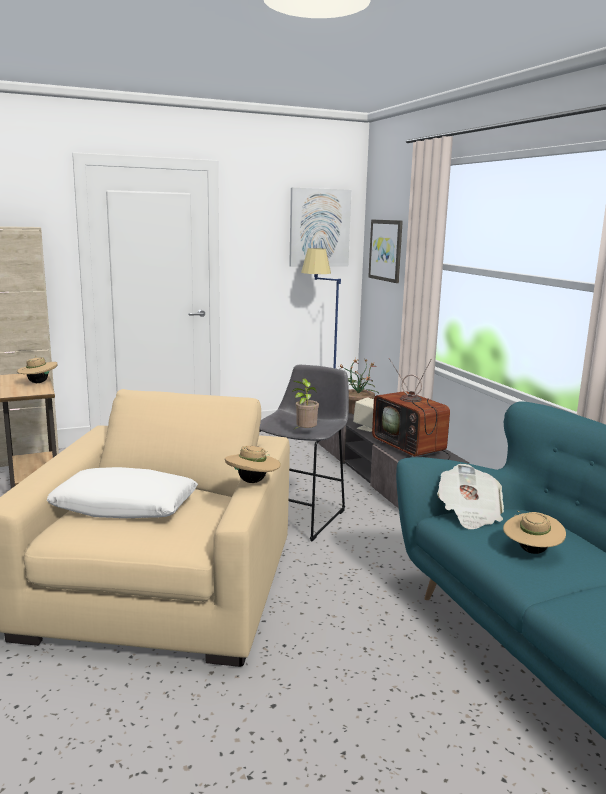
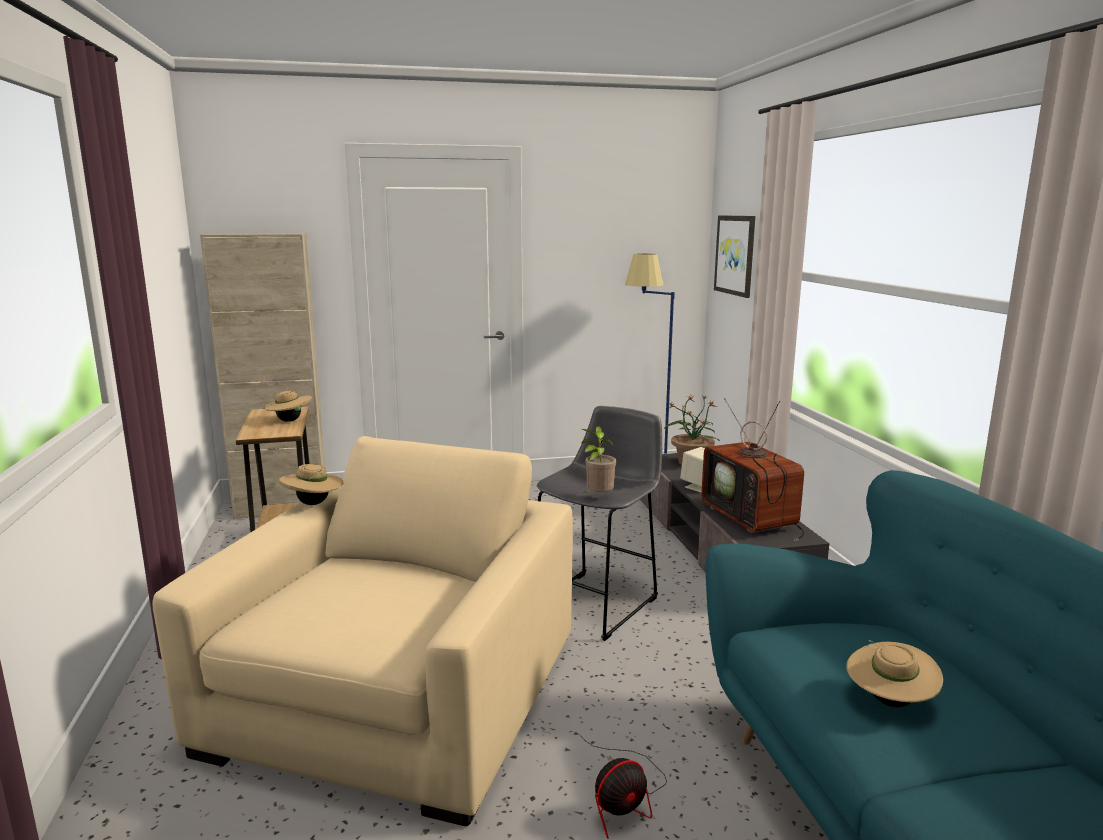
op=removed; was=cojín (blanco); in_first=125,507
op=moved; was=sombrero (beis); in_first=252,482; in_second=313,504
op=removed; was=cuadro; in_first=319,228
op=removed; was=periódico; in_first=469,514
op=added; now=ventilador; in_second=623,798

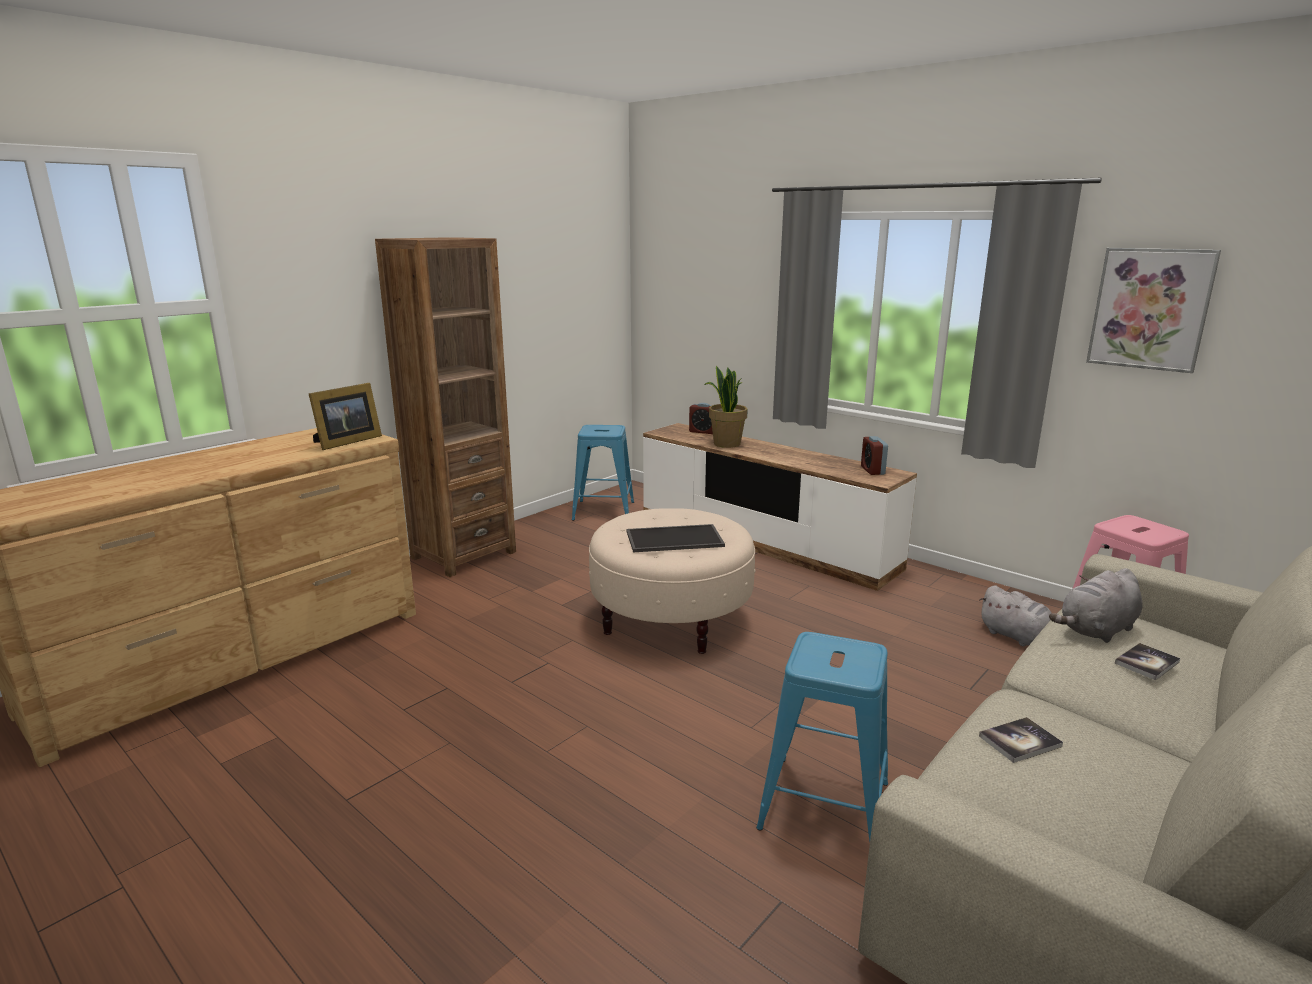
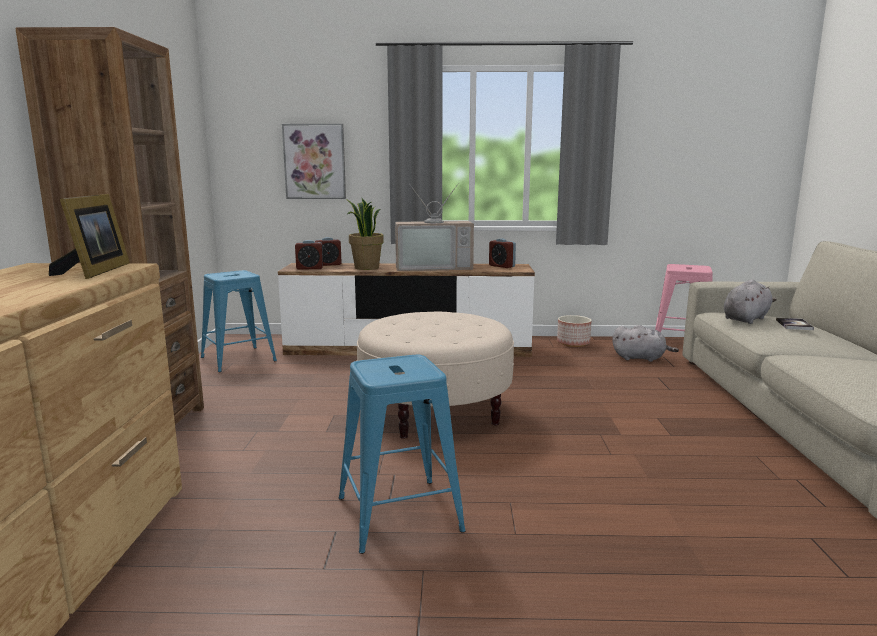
op=removed; was=bandeja; in_first=673,539
op=moved; was=taburete (azul); in_first=824,805; in_second=398,514
op=removed; was=libro; in_first=1020,741
op=turned; was=peluche (gris); in_first=1096,630; in_second=746,319; clockwise=-150
op=moved; was=cuadro; in_first=1150,309; in_second=314,161
op=added; now=despertador; in_second=309,268
op=added; now=televisor; in_second=434,267
op=added; now=maceta; in_second=573,343

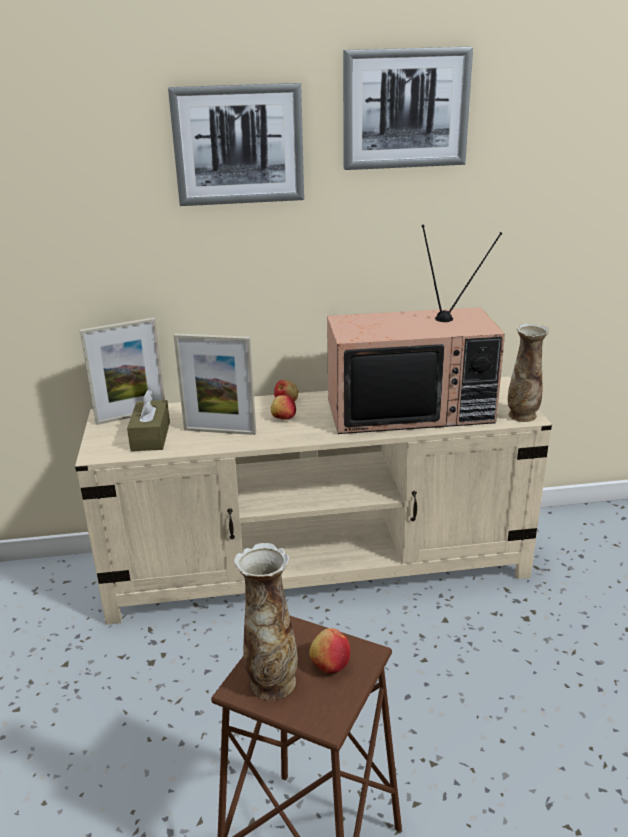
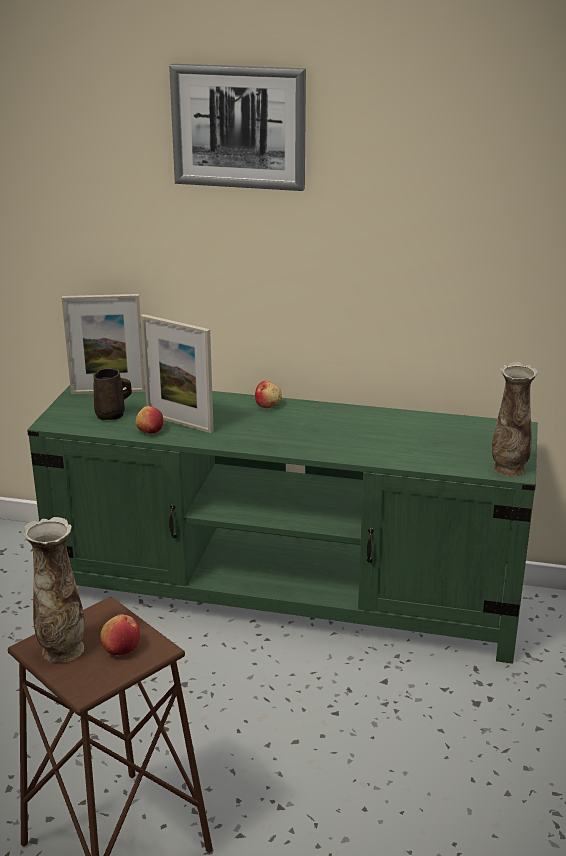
op=recoloured; was=mueble de televisión (beis); now=mueble de televisión (verde); in_first=319,566; in_second=285,594
op=replaced; was=caja de pañuelos (marrón); now=taza grande (marrón); in_first=150,436; in_second=112,415
op=moved; was=manzana; in_first=283,418; in_second=150,431
op=removed; was=televisor; in_first=410,409
op=removed; was=cuadro; in_first=405,109

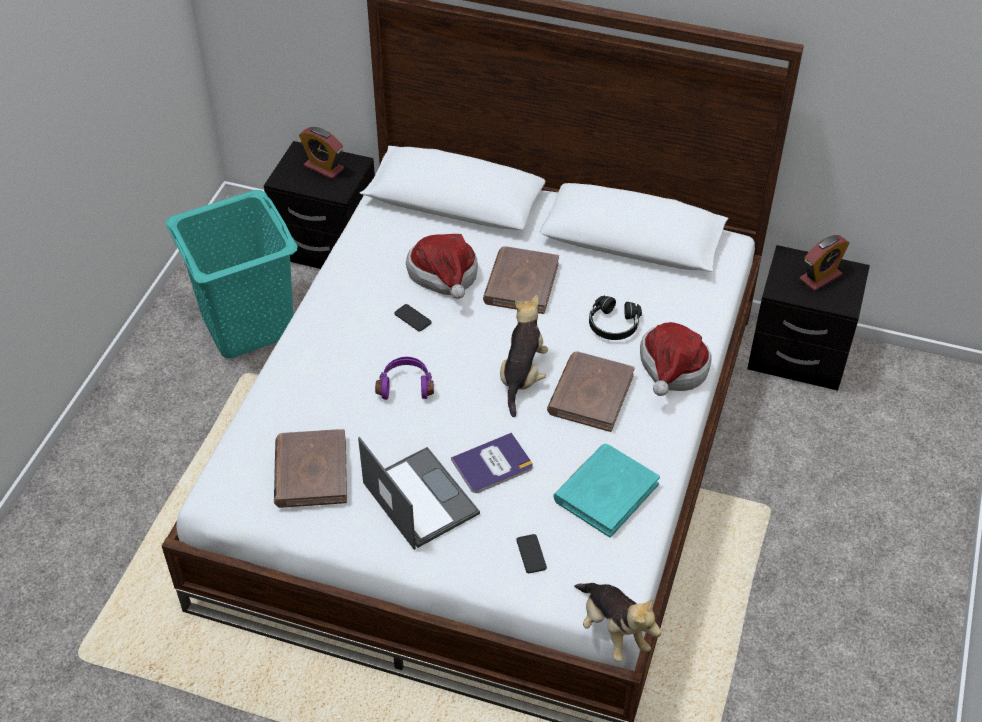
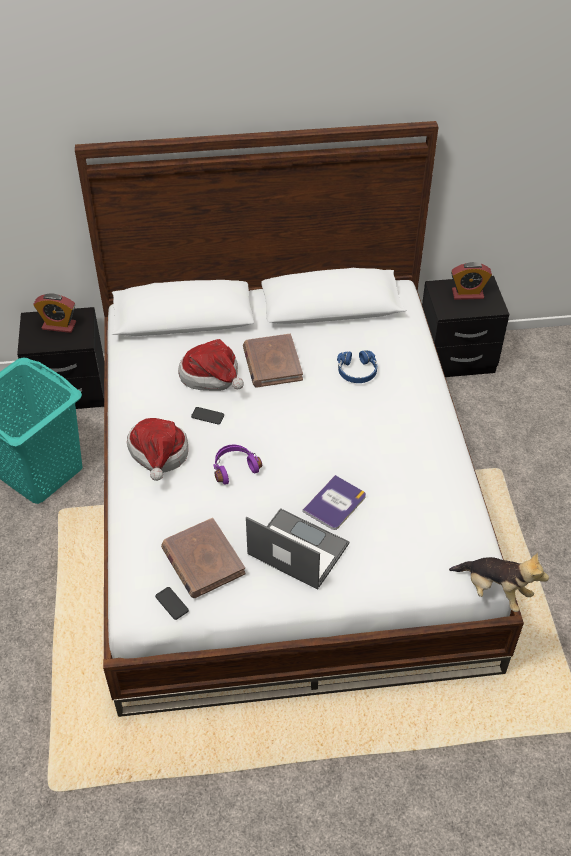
op=removed; was=peluche; in_first=522,376
op=moved; was=móvil; in_first=531,554; in_second=171,603
op=removed; was=libro (marrón); in_first=590,394
op=removed; was=libro (turquesa); in_first=605,492
op=recoloured; was=auriculares (negro); now=auriculares (azul); in_first=613,324; in_second=357,371
op=moved; was=sombrero; in_first=672,370; in_second=159,456
op=turned; was=despertador; in_first=820,277; in_second=467,294; clockwise=60

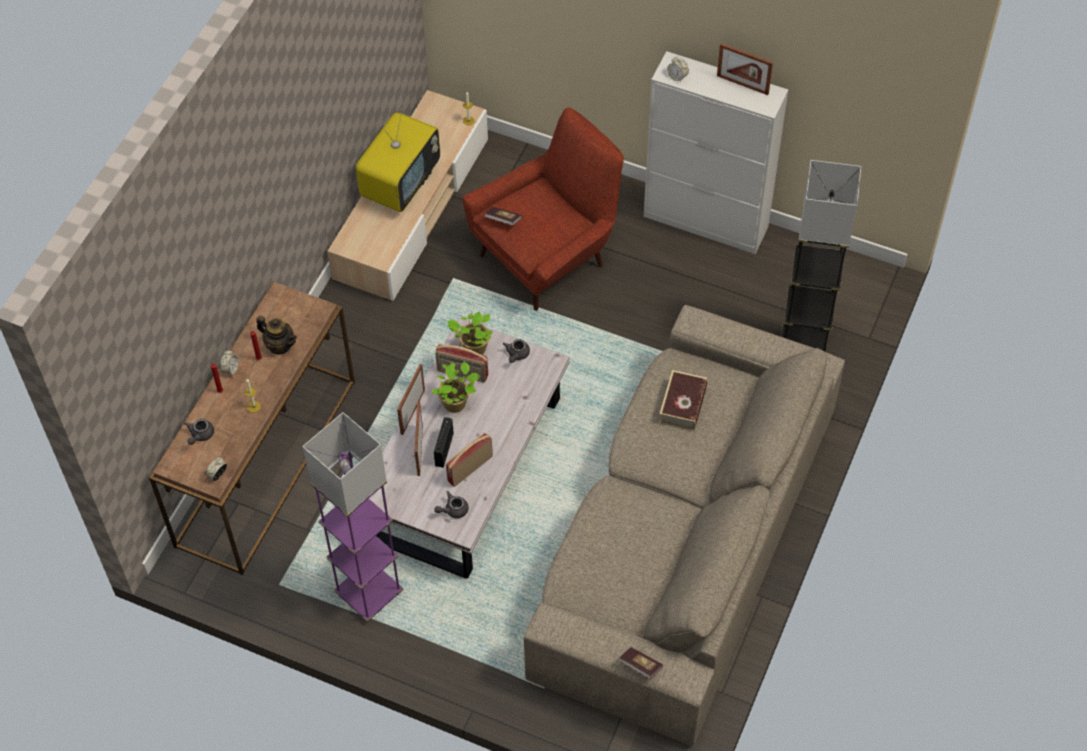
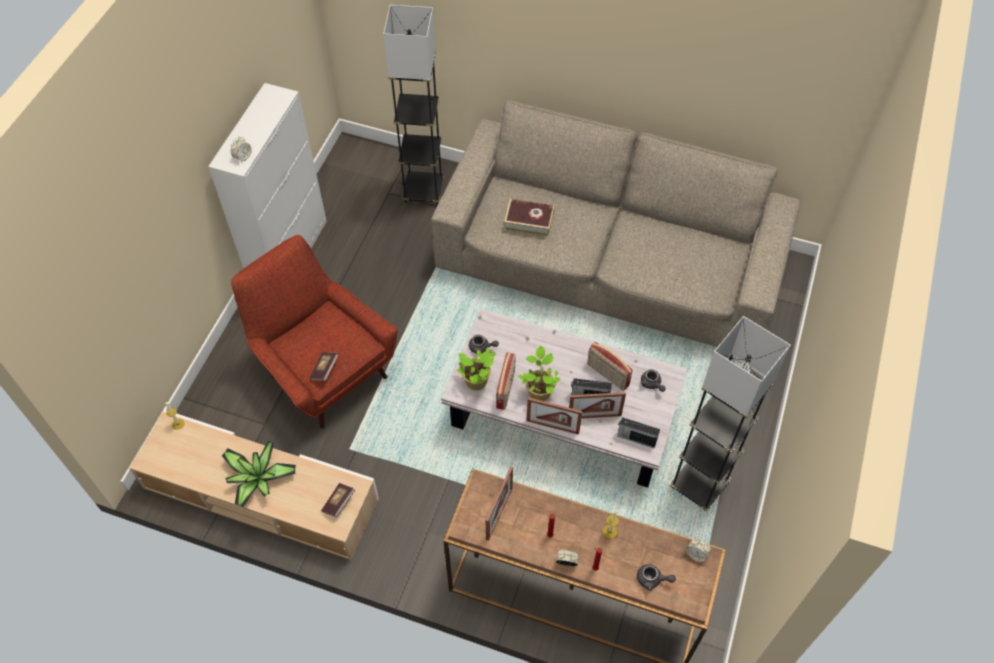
op=removed; was=tetera; in_first=280,345
op=recoloured; was=lámpara de pie (morado); now=lámpara de pie (gris); in_first=369,593; in_second=699,485
op=replaced; was=televisor; now=planta en maceta; in_first=400,183; in_second=258,480
op=moved; was=libro; in_first=640,666; in_second=338,503
op=moved; was=portarretratos; in_first=742,84; in_second=499,513
op=added; now=radio; in_second=636,438

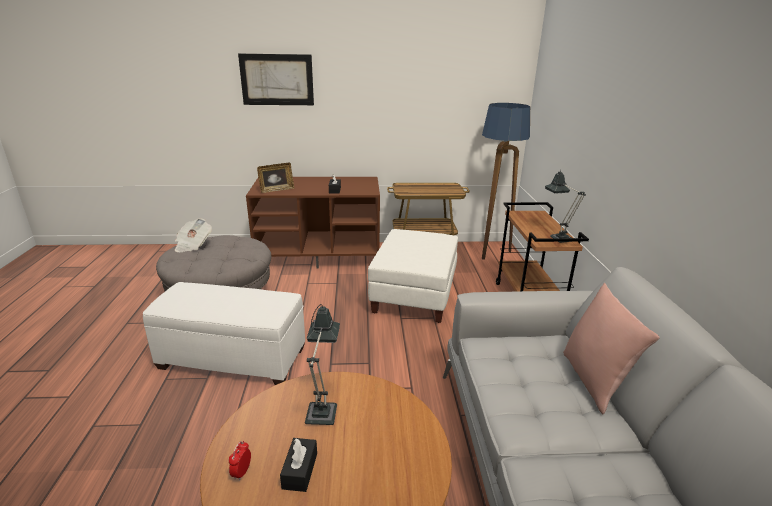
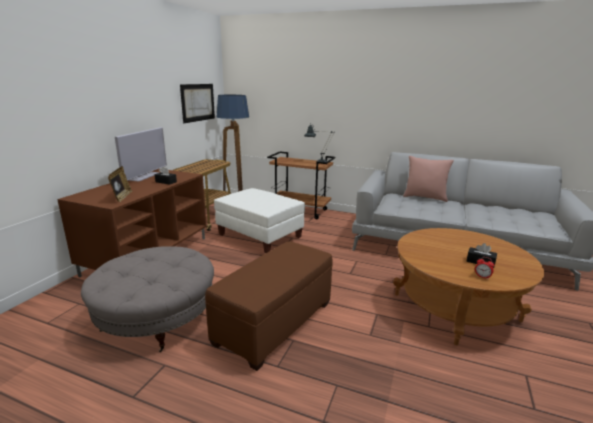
op=recoloured; was=puf (blanco); now=puf (marrón); in_first=234,358; in_second=274,322
op=removed; was=periódico; in_first=193,245
op=moved; was=cuadro; in_first=277,80; in_second=198,102
op=removed; was=lámpara de mesa; in_first=322,408
op=added; now=televisor; in_second=144,176

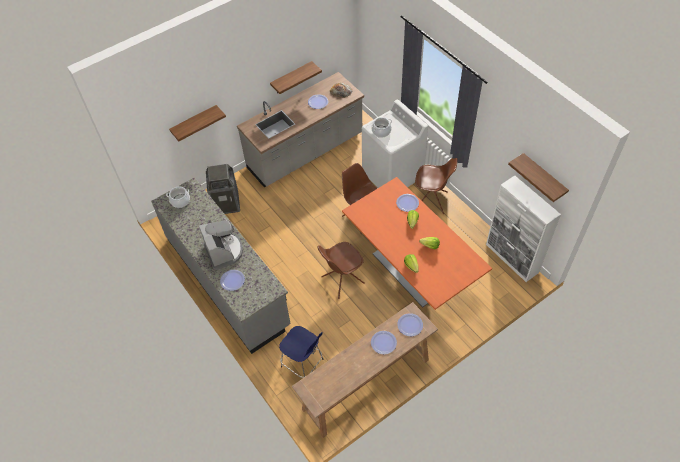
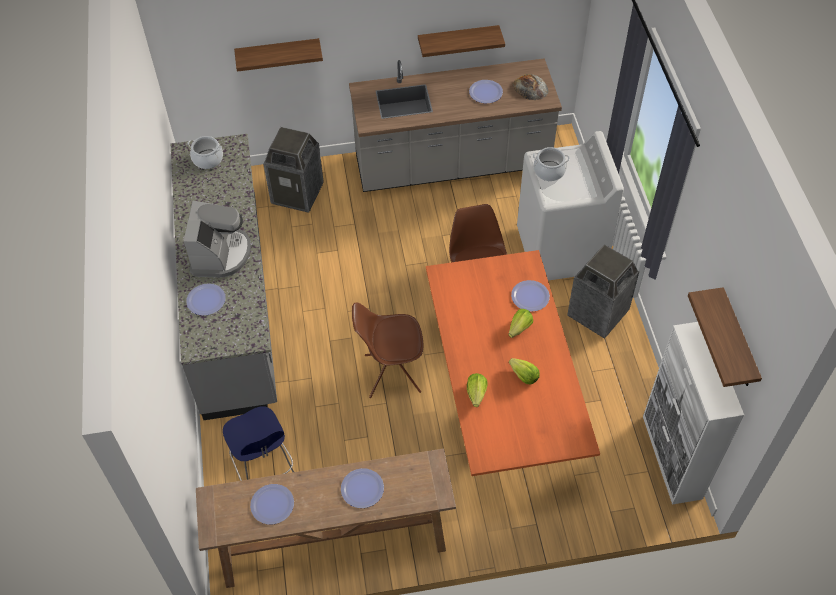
op=moved; was=plato; in_first=410,325; in_second=272,504
op=replaced; was=silla (marrón); now=papelera; in_first=432,201; in_second=598,314

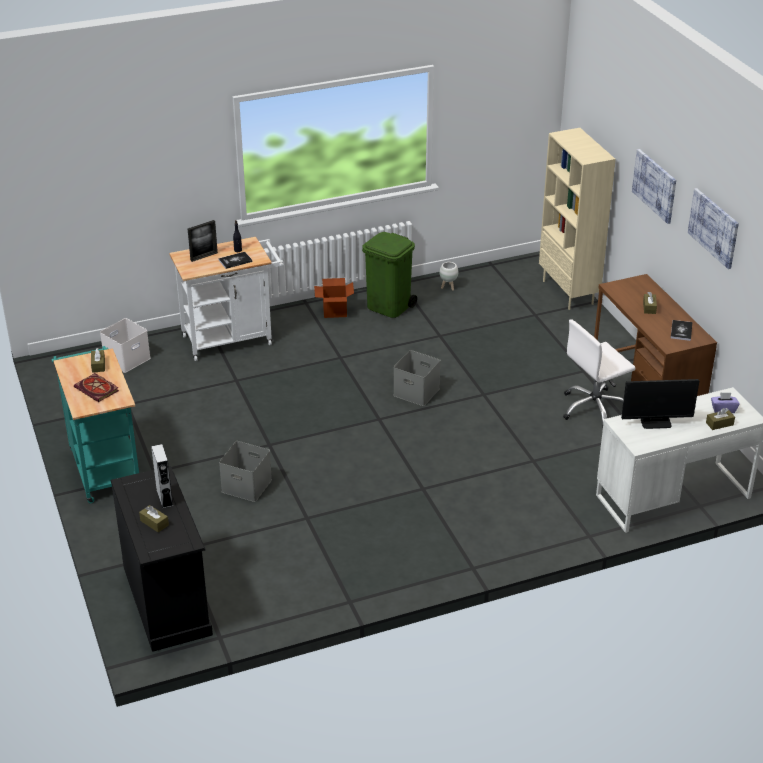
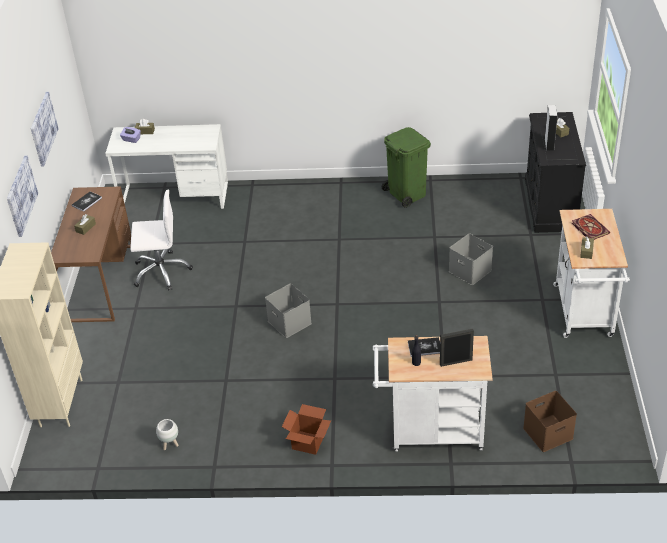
op=recoloured; was=carrito (turquesa); now=carrito (blanco); in_first=104,466; in_second=584,314
op=recoloured; was=caja de almacenaje (blanco); now=caja de almacenaje (marrón); in_first=127,358; in_second=547,434
op=moved; was=papelera (verde); in_first=389,307; in_second=406,193
op=removed; was=monitor; in_first=656,422

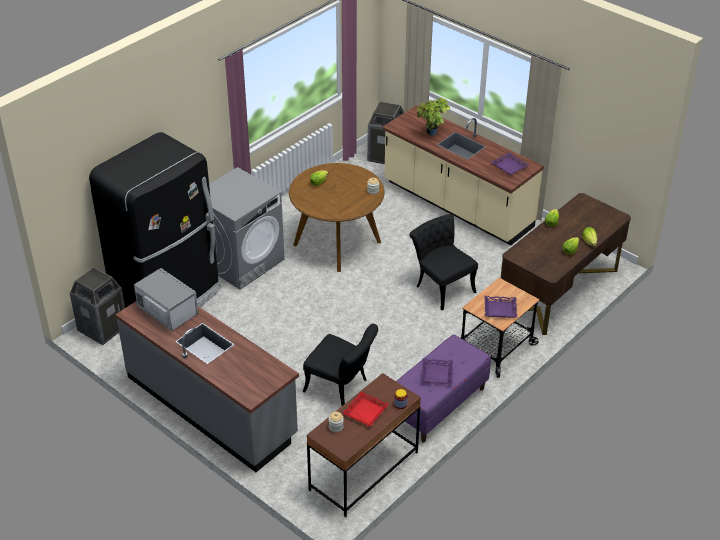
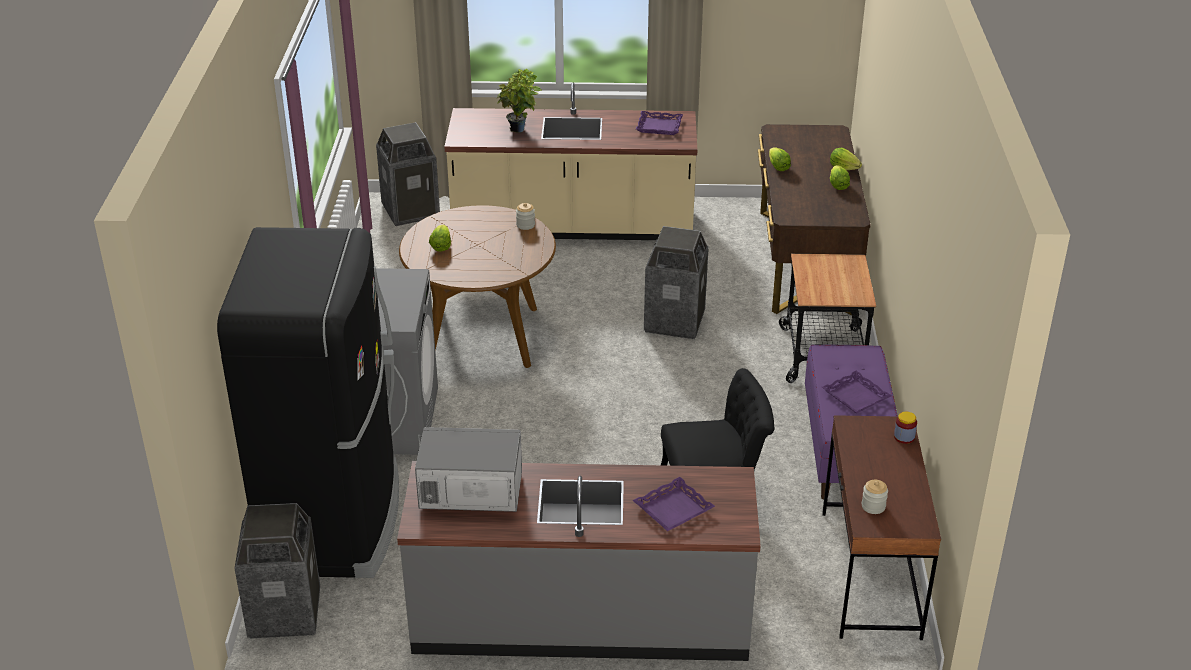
op=removed; was=bandeja (rojo); in_first=365,412
op=replaced; was=silla (negro); now=papelera; in_first=441,286; in_second=674,321
op=moved; was=bandeja (morado); in_first=500,309; in_second=673,509

